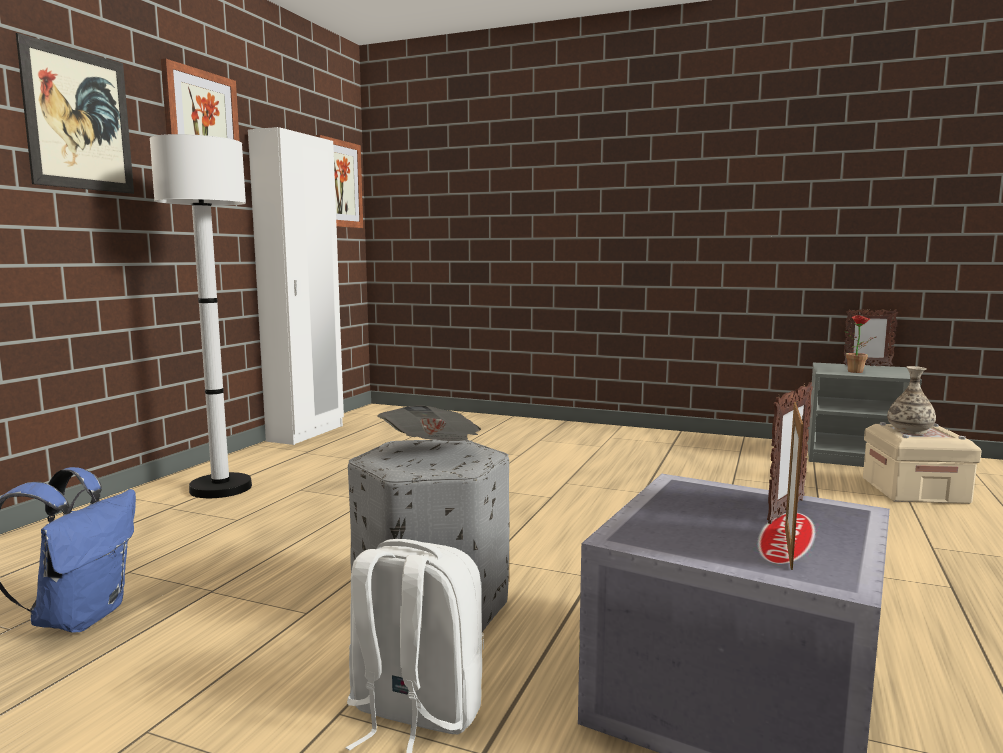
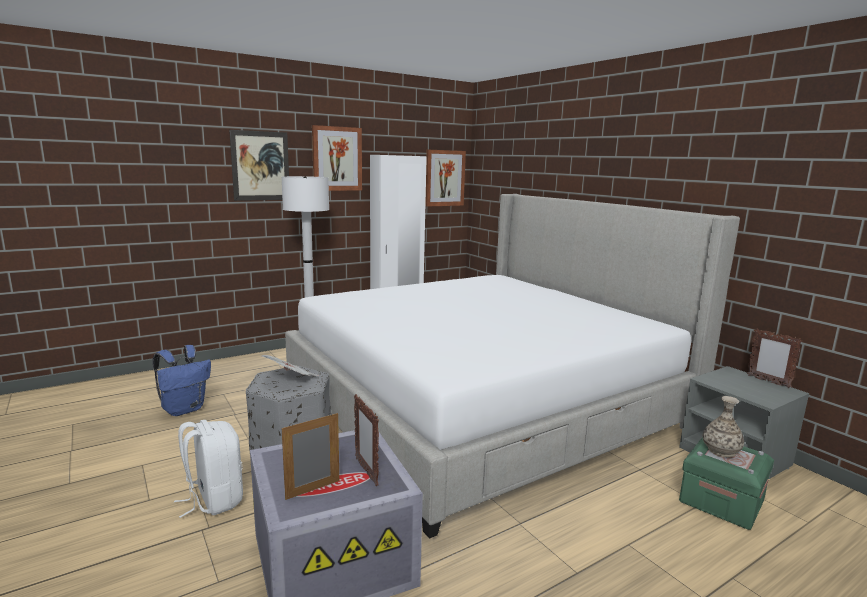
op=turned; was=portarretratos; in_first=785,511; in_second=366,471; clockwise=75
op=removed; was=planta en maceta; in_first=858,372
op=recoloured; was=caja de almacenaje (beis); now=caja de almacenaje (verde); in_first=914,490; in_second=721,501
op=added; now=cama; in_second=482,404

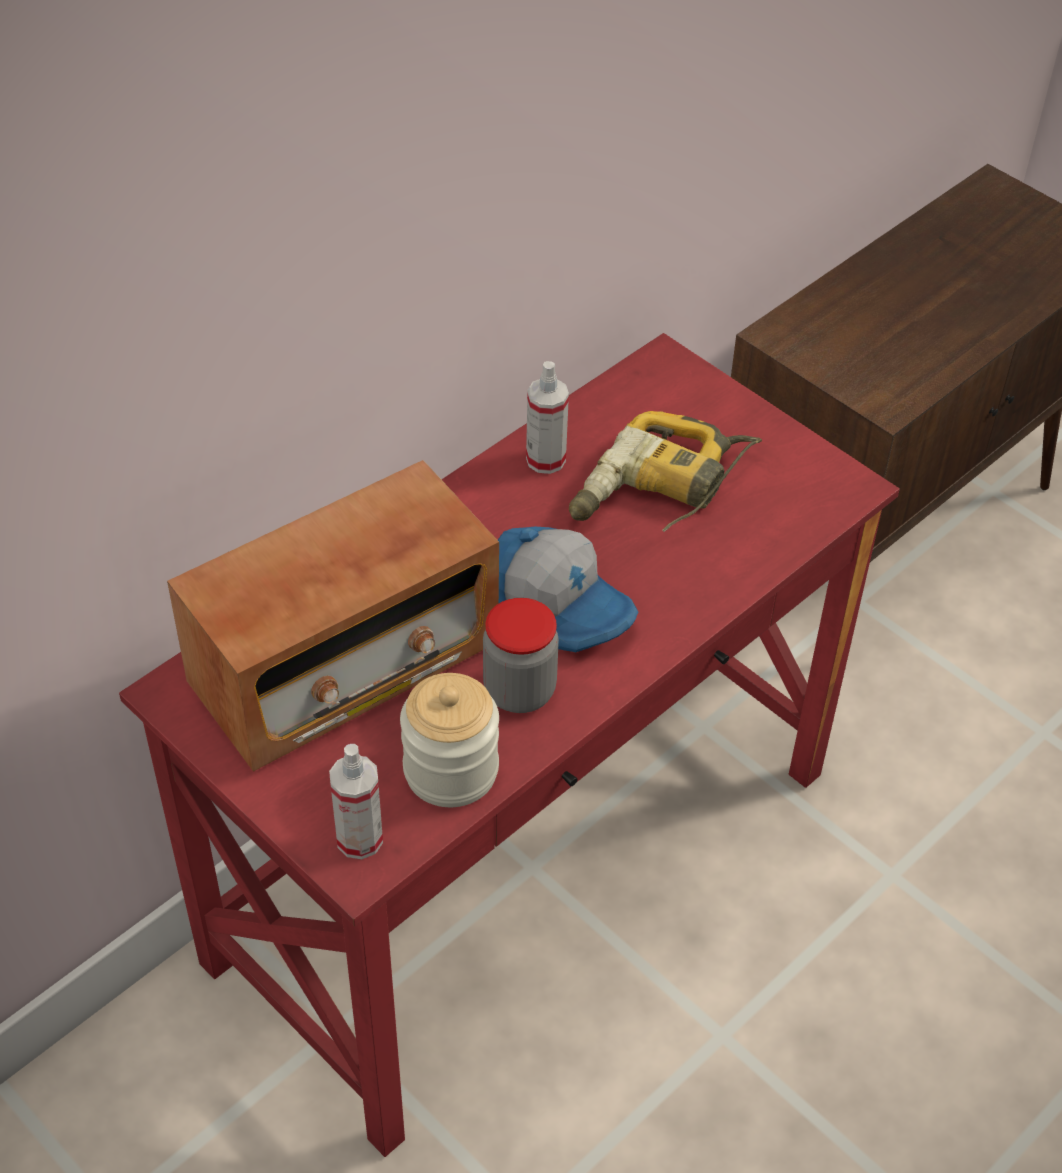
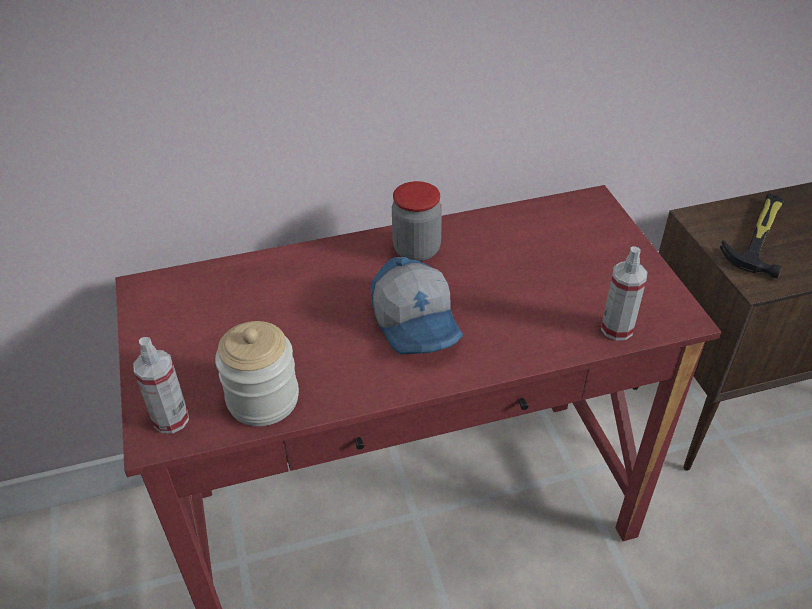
op=removed; was=radio; in_first=345,666
op=moved; was=tarro; in_first=519,691; in_second=416,250
op=moved; was=pulverizador; in_first=545,459; in_second=617,329
op=removed; was=taladro; in_first=660,491
op=added; now=martillo; in_second=759,235

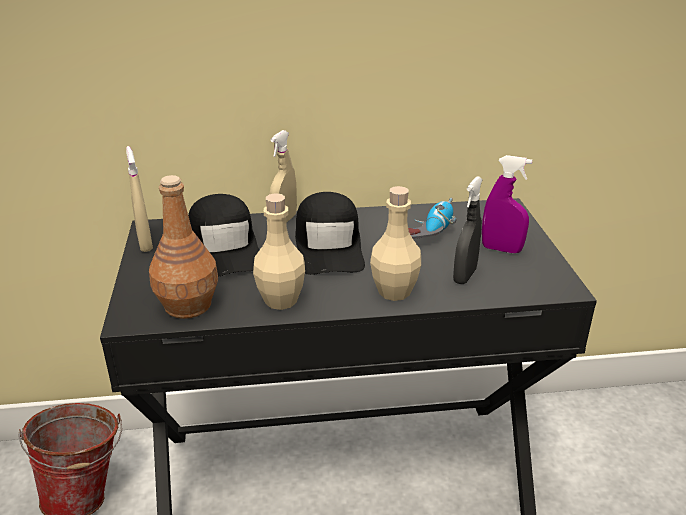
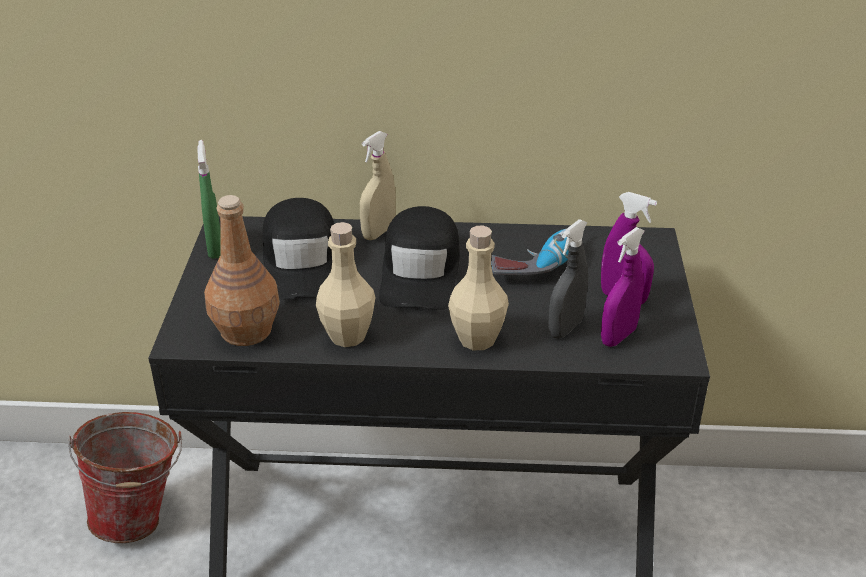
op=recoloured; was=pulverizador (beis); now=pulverizador (verde); in_first=145,244; in_second=215,248
op=added; now=pulverizador (morado); in_second=618,336

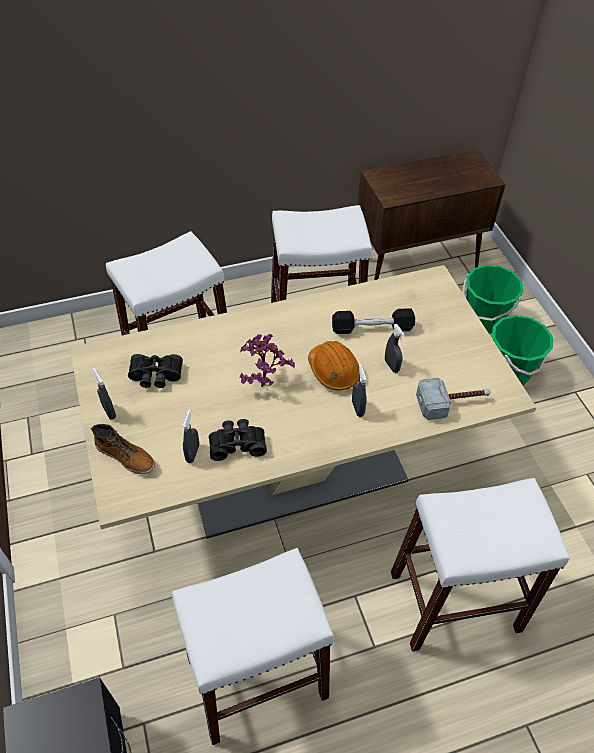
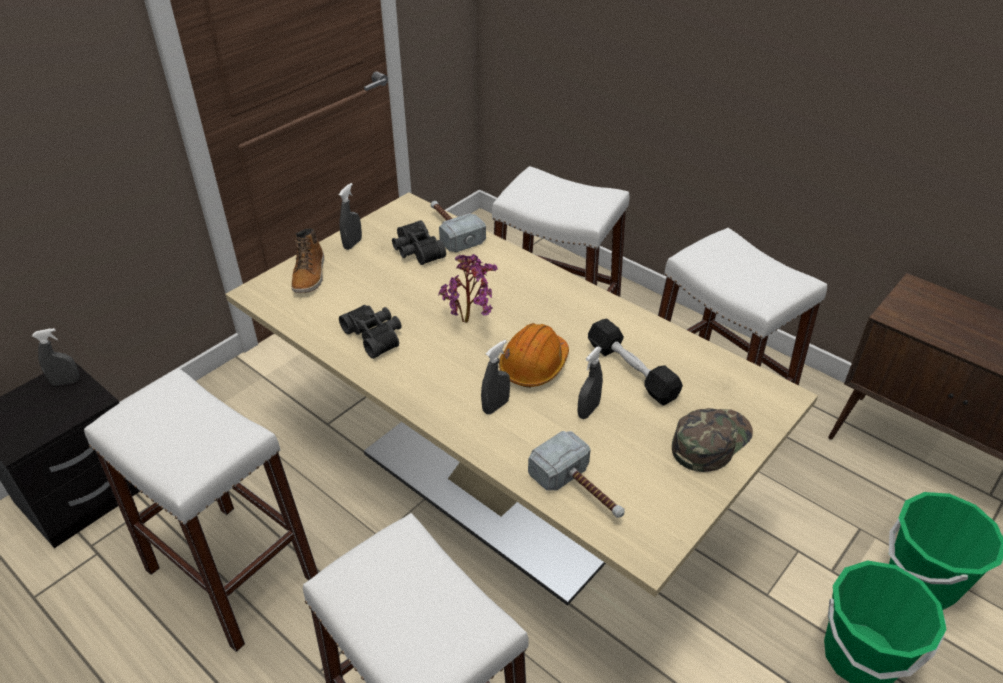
op=moved; was=pulverizador (gris); in_first=192,453; in_second=66,382
op=added; now=martillo; in_second=451,231
op=added; now=gorra (verde); in_second=710,441

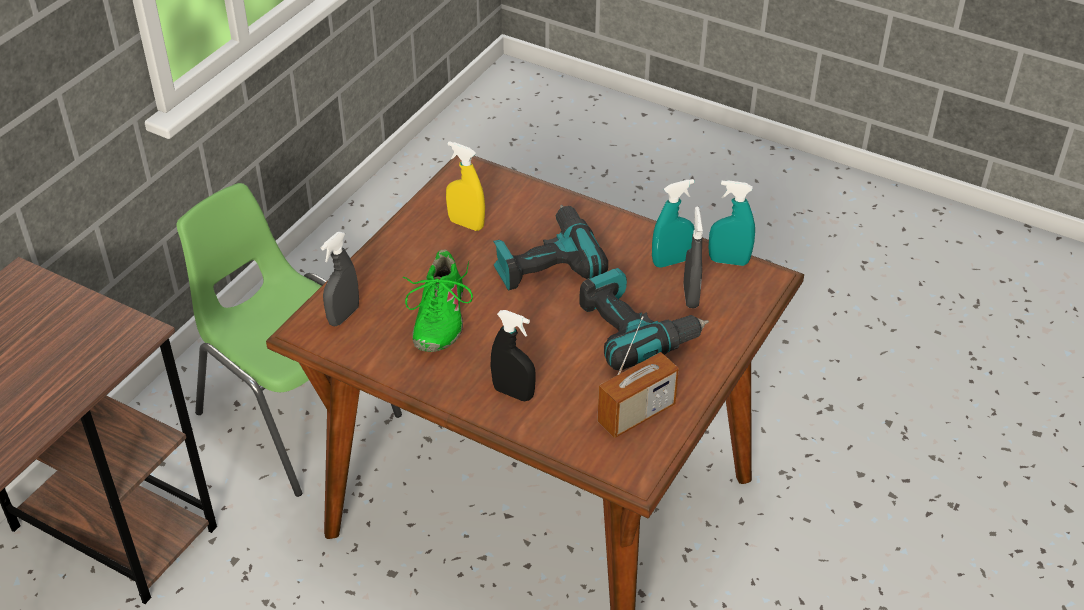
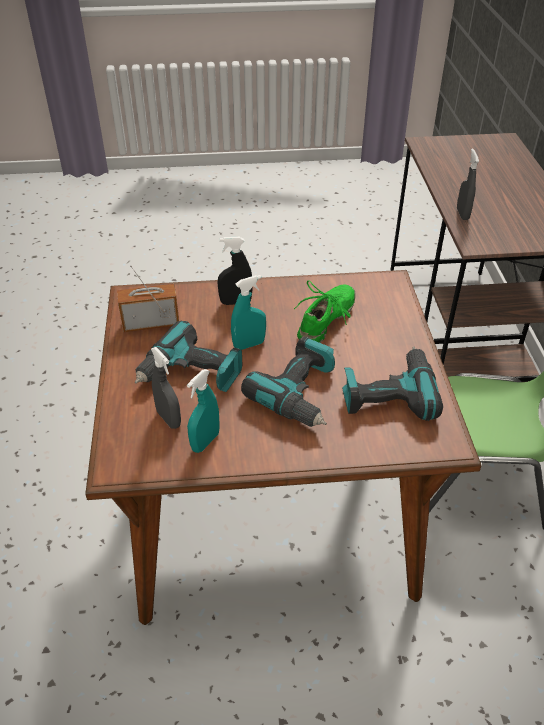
op=moved; was=pulverizador (gris); in_first=343,316; in_second=462,214
op=turned; was=zapato (verde); in_first=438,318; in_second=326,321; clockwise=60
op=replaced; was=pulverizador (amarillo); now=taladro; in_first=466,224; in_second=388,393
op=turned; was=radio; in_first=636,414; in_second=151,323; clockwise=60
op=moved; was=pulverizador (turquesa); in_first=728,261; in_second=249,344

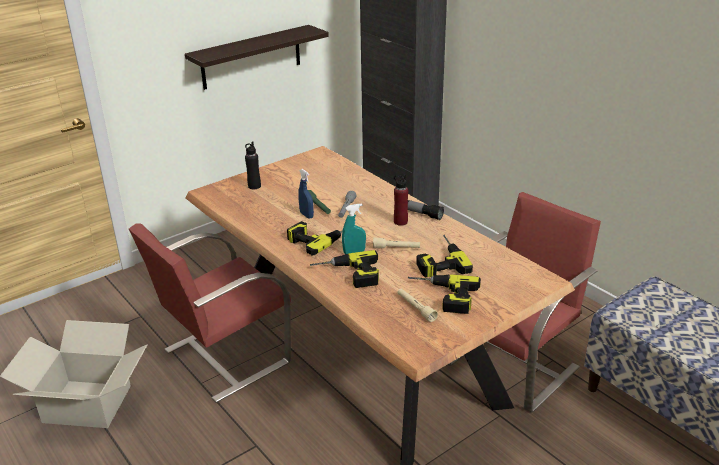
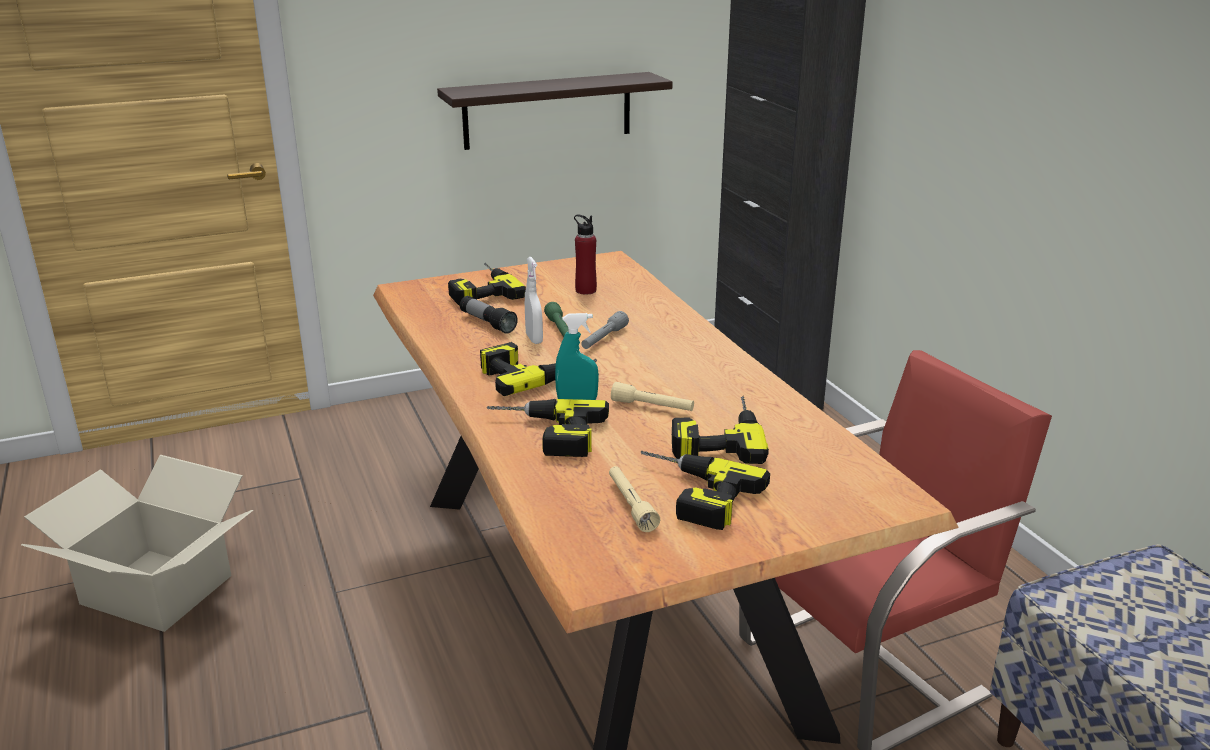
op=removed; was=silla (rojo); in_first=224,357
op=replaced; was=botella (negro); now=taladro; in_first=254,186; in_second=479,290
op=recoloured; was=pulverizador (azul); now=pulverizador (blanco); in_first=306,215; in_second=534,339
op=moved; was=botella (rojo); in_first=400,222; in_second=585,290
op=moved; was=linterna; in_first=421,214; in_second=487,323

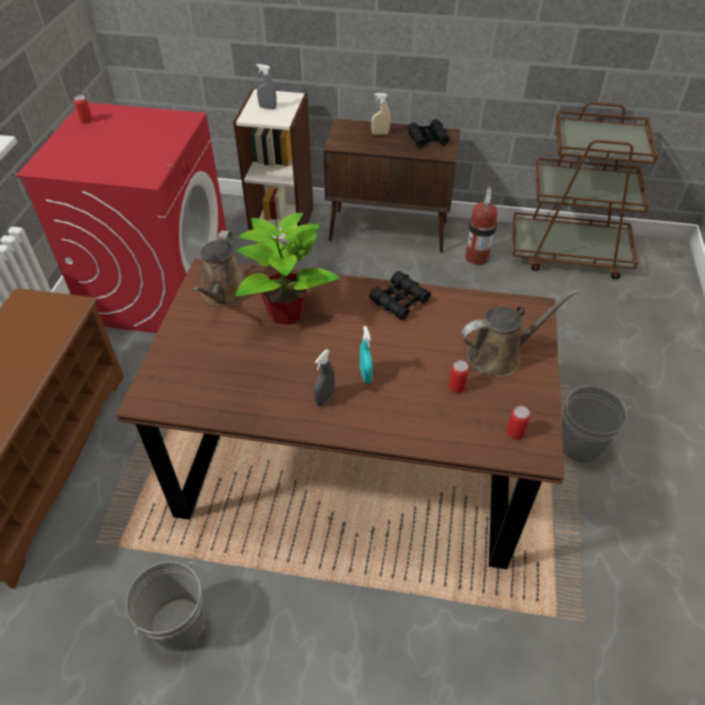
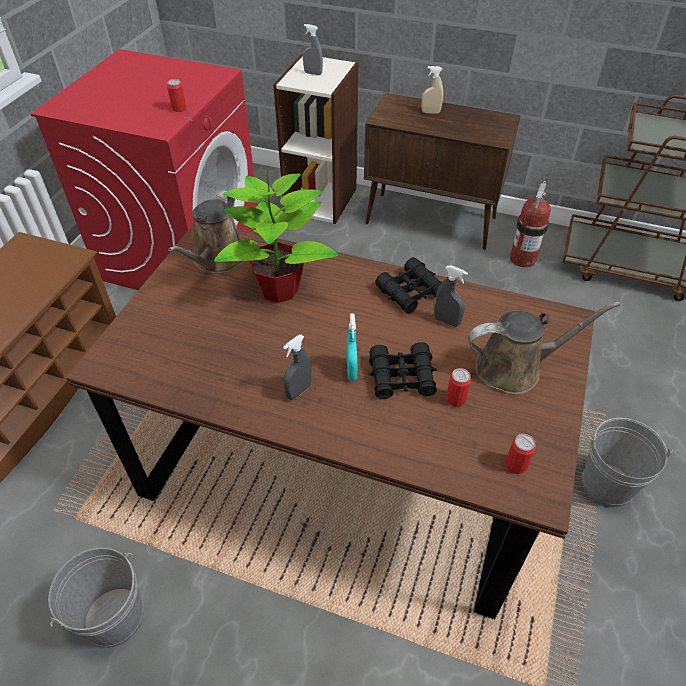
op=moved; was=lata; in_first=86,120; in_second=179,108
op=moved; was=prismáticos (negro); in_first=427,139; in_second=401,377
op=added; now=pulverizador (gris); in_second=446,321

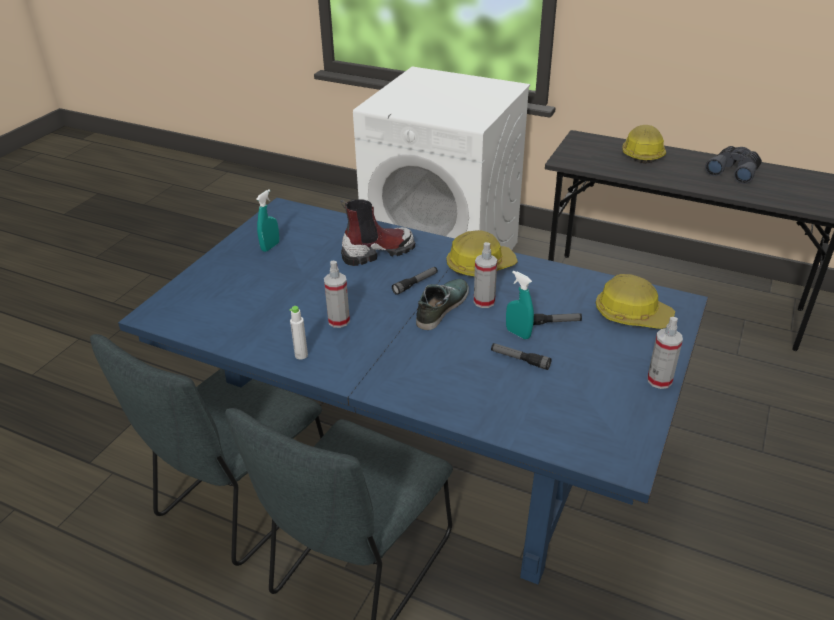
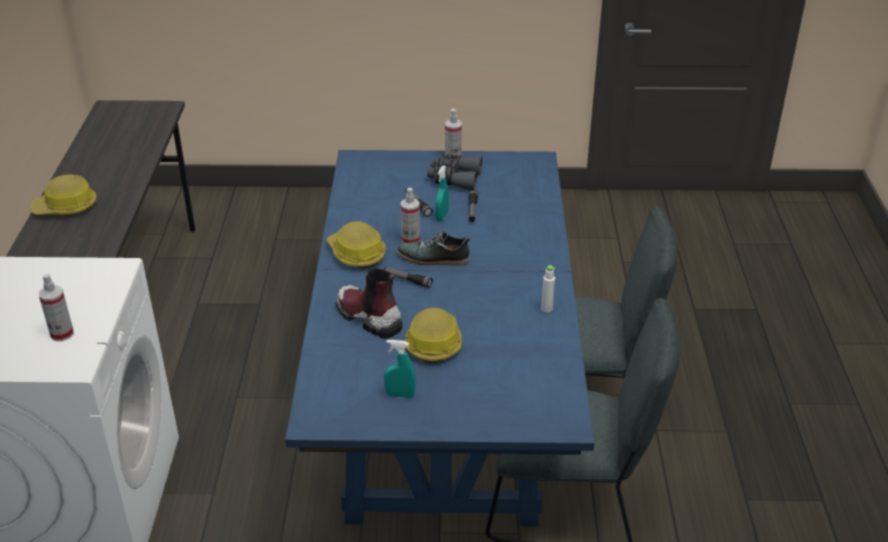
op=moved; was=pulverizador; in_first=339,321; in_second=62,334
op=moved; was=casco; in_first=632,314; in_second=433,343
op=moved; was=prismáticos (gris); in_first=734,171; in_second=454,179

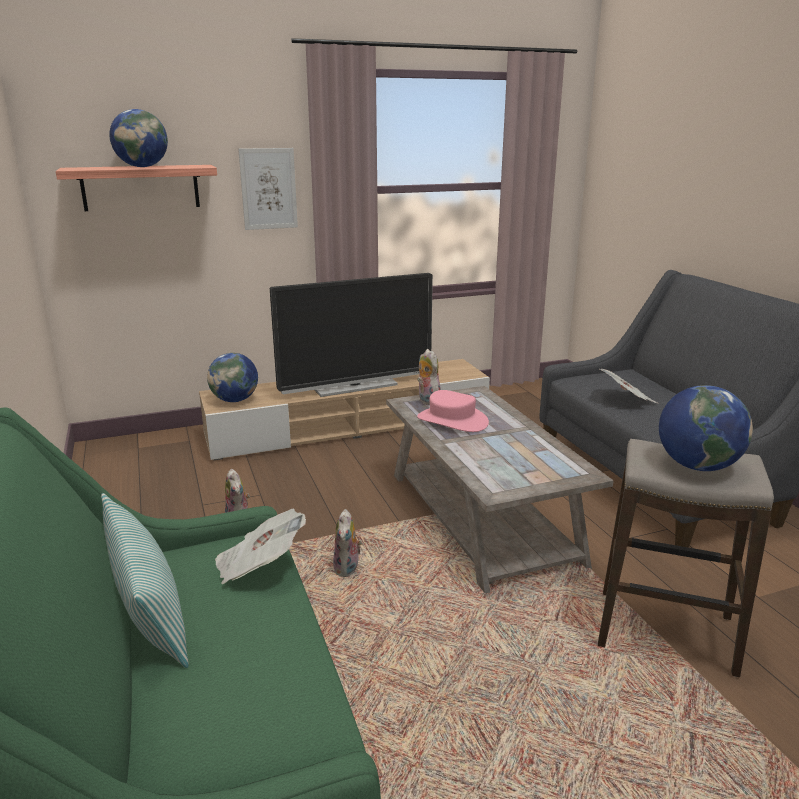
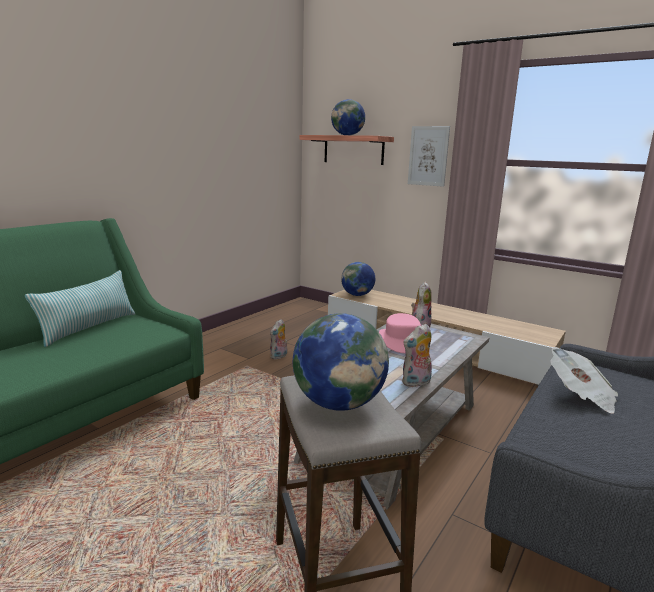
op=removed; was=periódico; in_first=259,566
op=removed; was=televisor; in_first=355,386
op=moved; was=peluche; in_first=348,569; in_second=416,383

